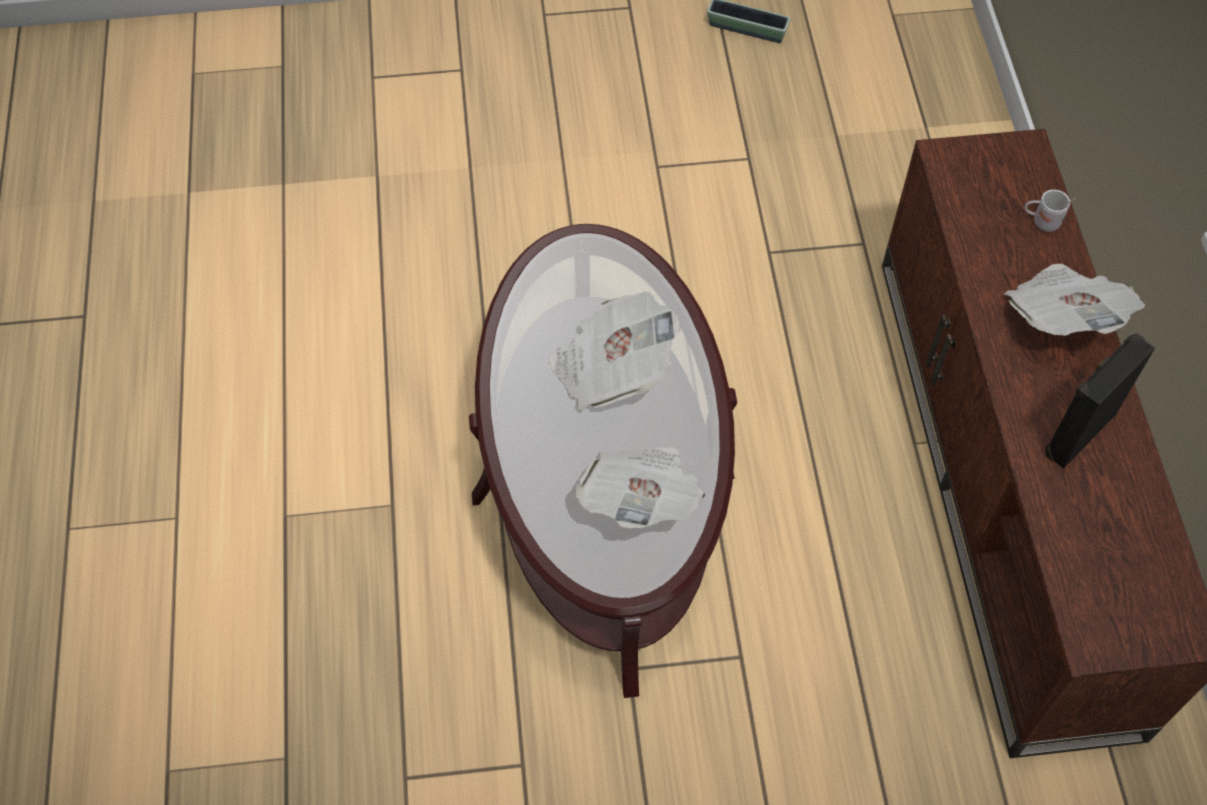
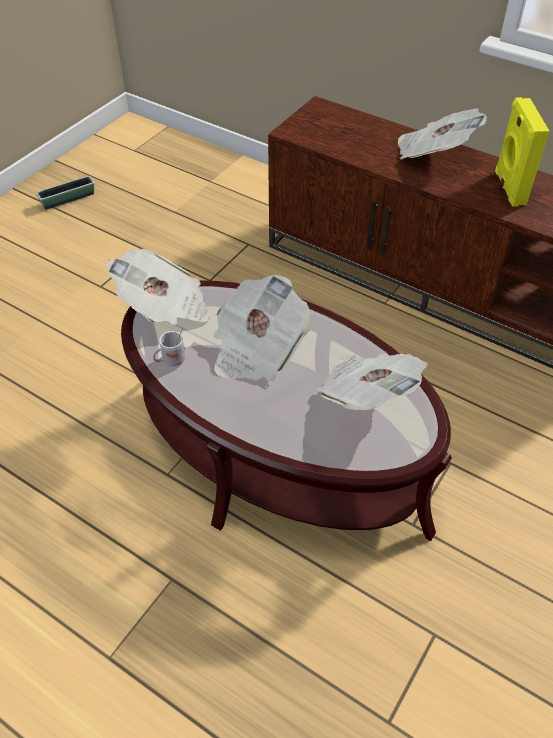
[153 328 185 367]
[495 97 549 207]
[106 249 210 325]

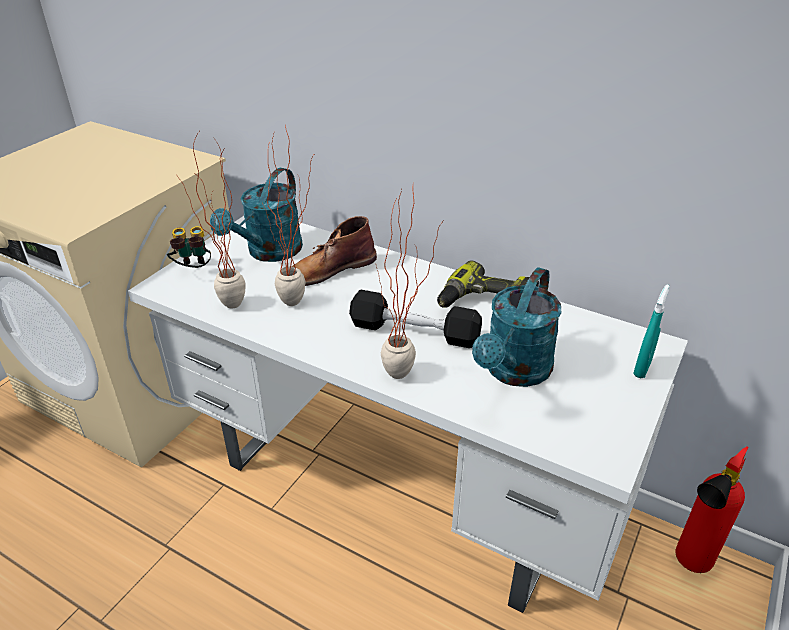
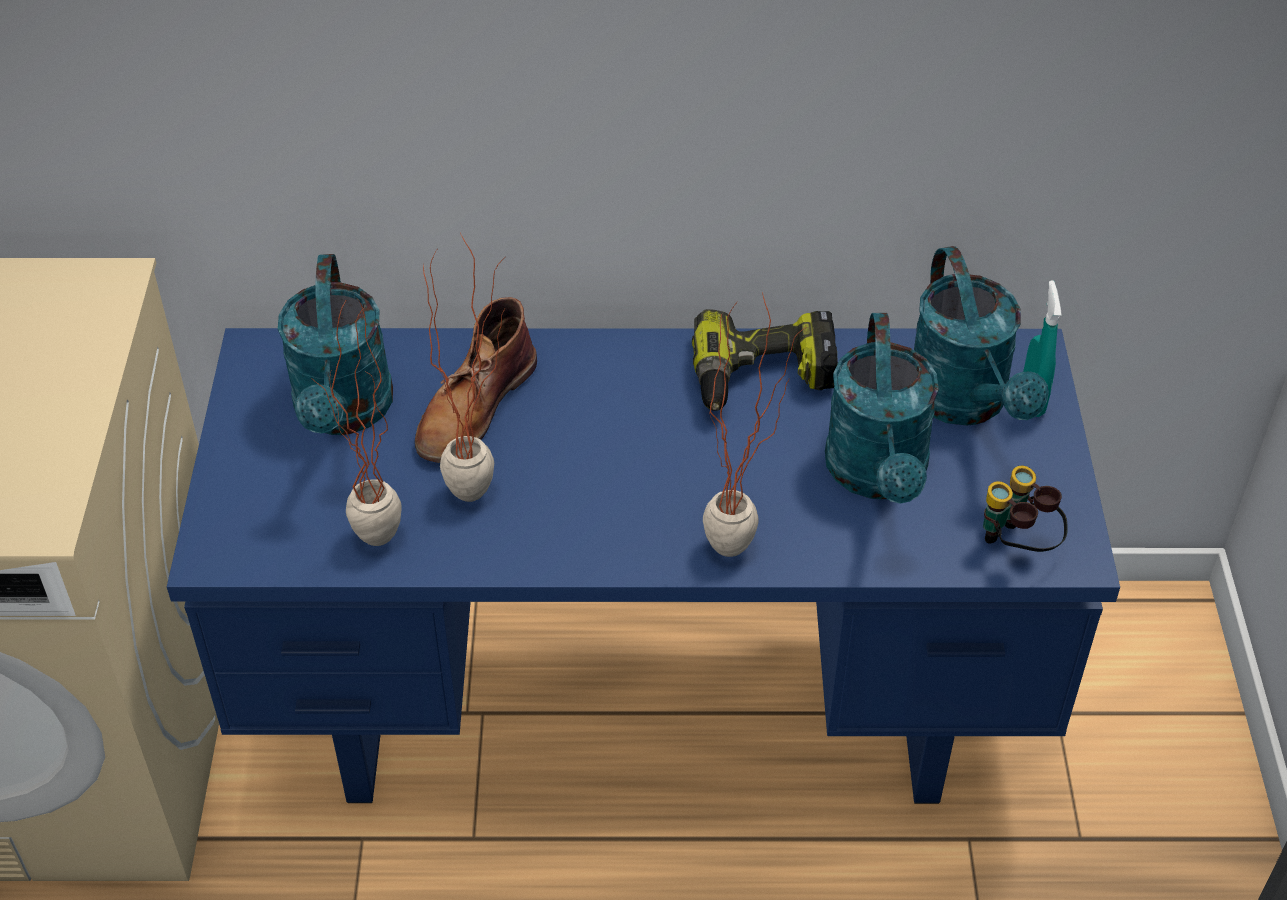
[167 328 1120 804]
[983 466 1068 552]
[349 289 482 348] (first image)
[676 446 748 573] (first image)
[914 246 1049 426]

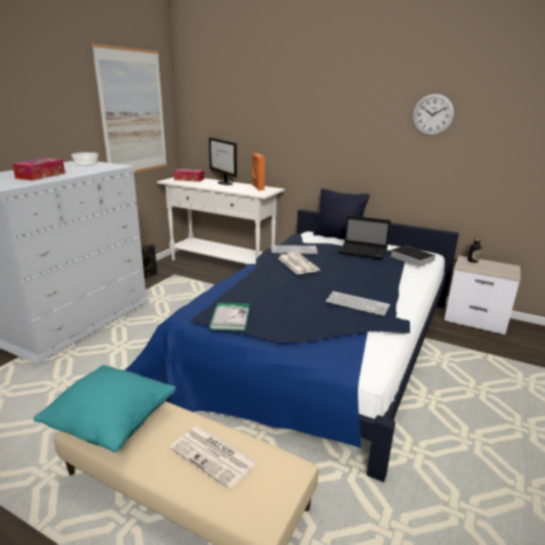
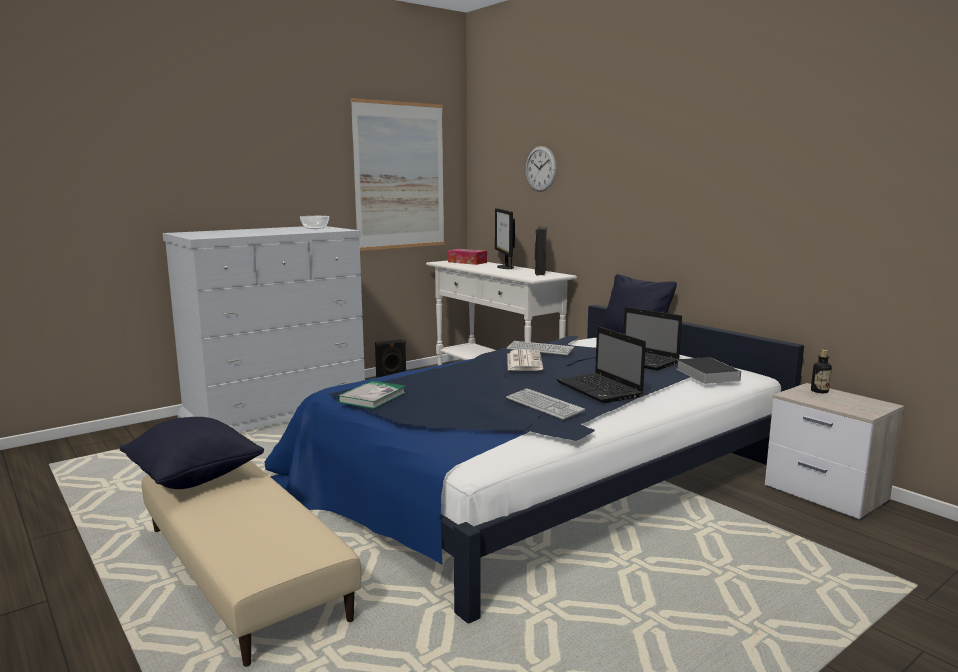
[12 158 65 180] (first image)
[120 417 264 489]
[170 426 258 489] (first image)
[535 226 547 276]
[525 146 556 192]
[556 326 646 403]

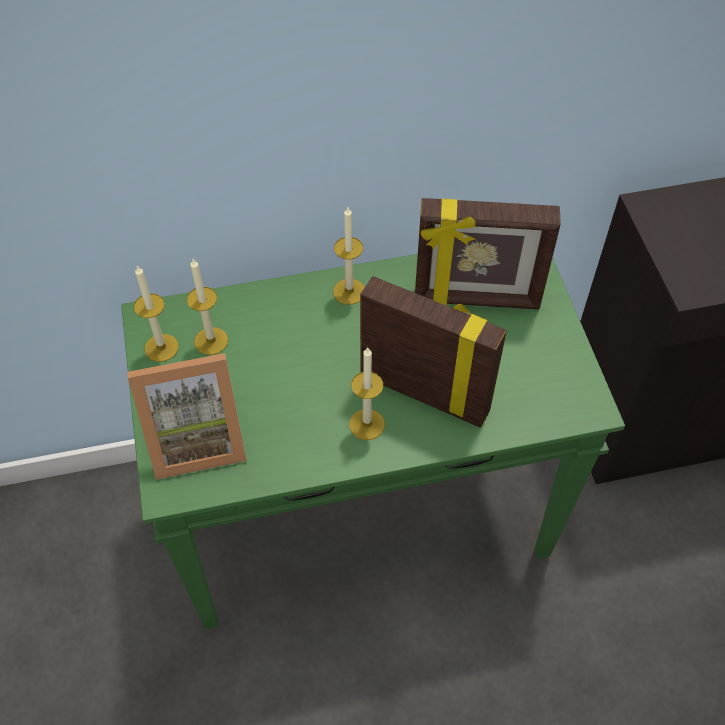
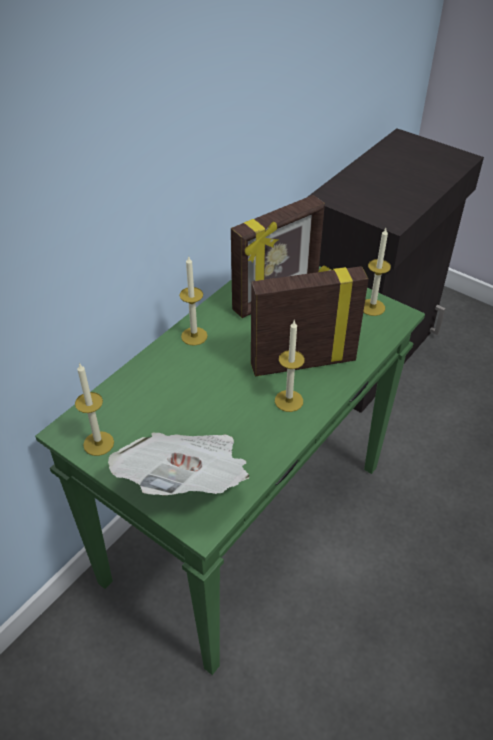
[108 432 250 495]
[363 228 391 316]

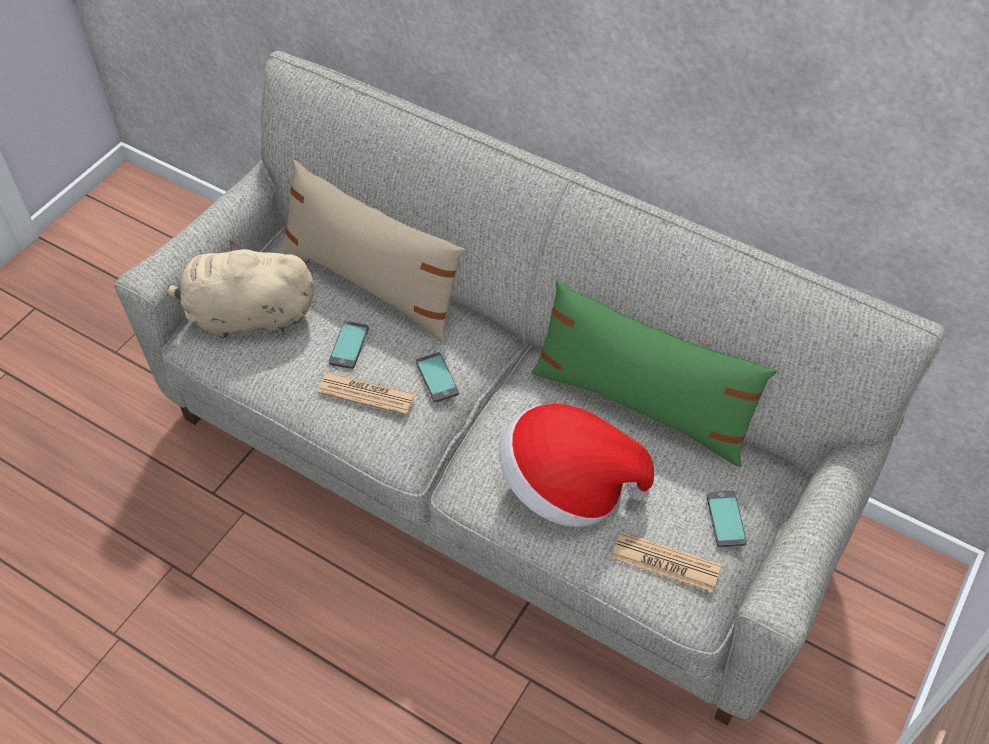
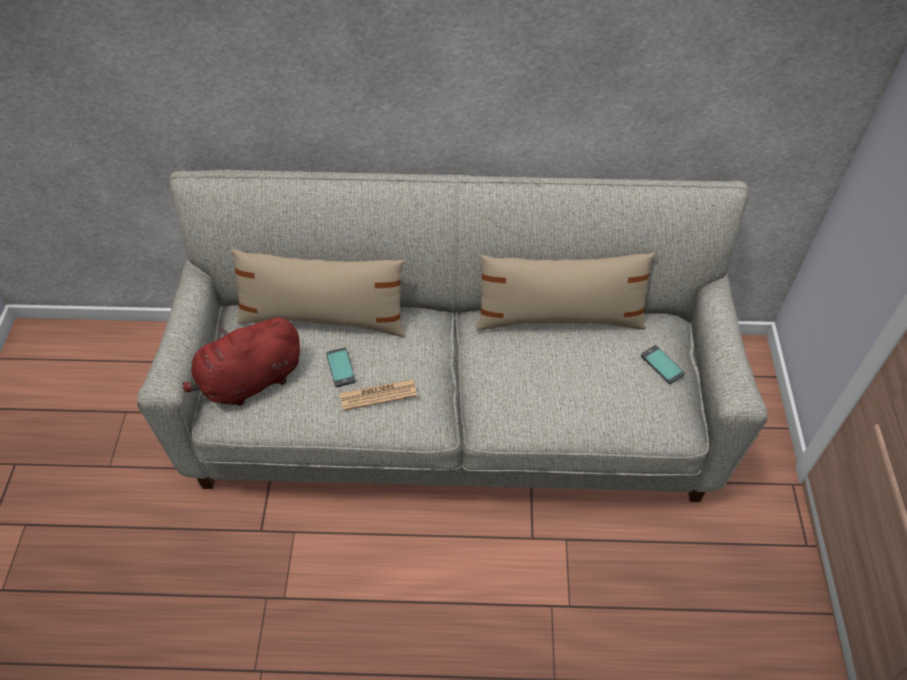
[182 316 300 406]
[416 352 459 402] (first image)
[499 404 654 527] (first image)
[476 253 656 331]
[611 531 721 592] (first image)

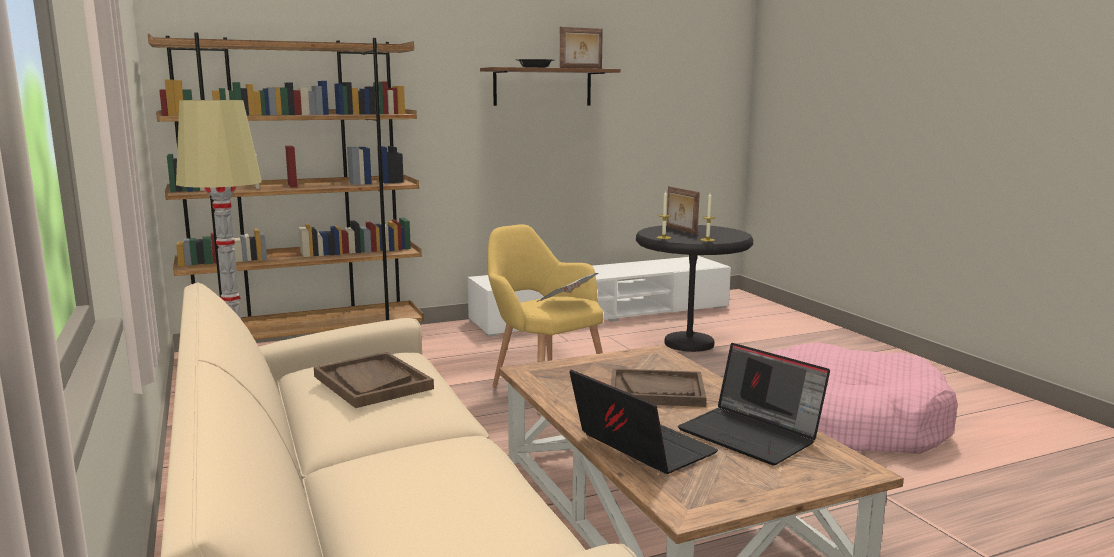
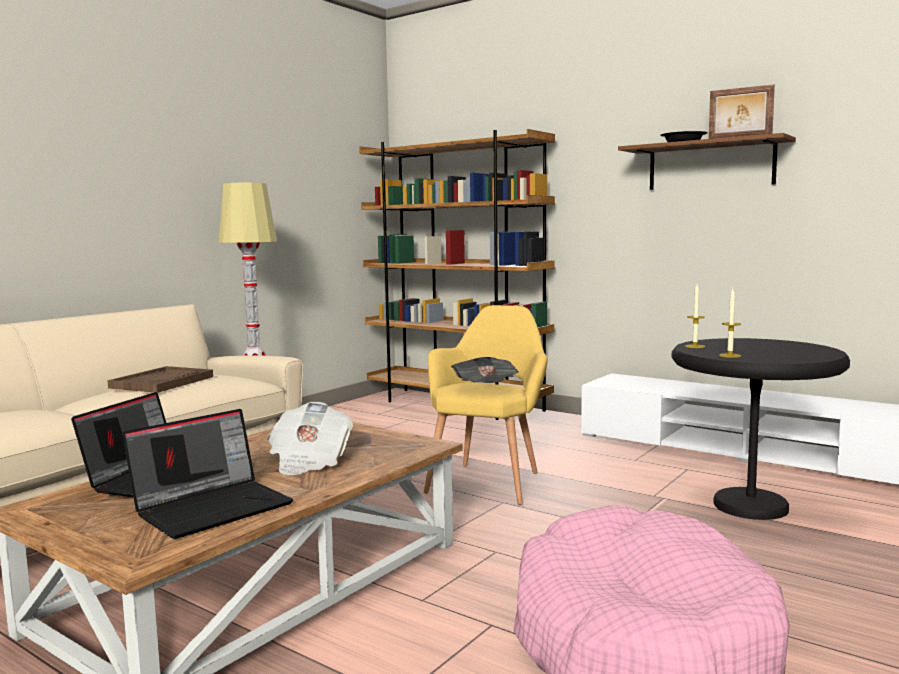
[267 402 353 475]
[667 186 700 235] (first image)
[122 409 293 539]

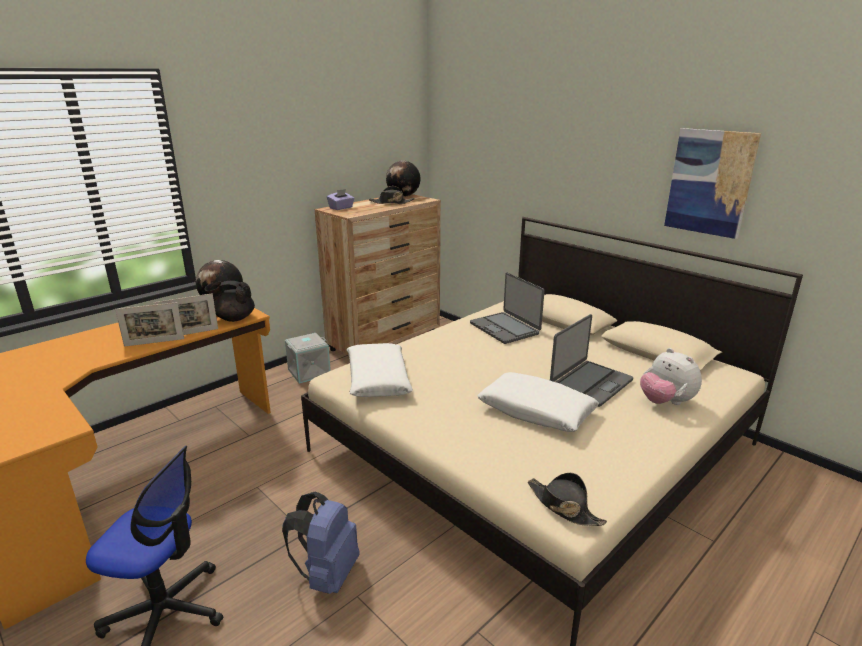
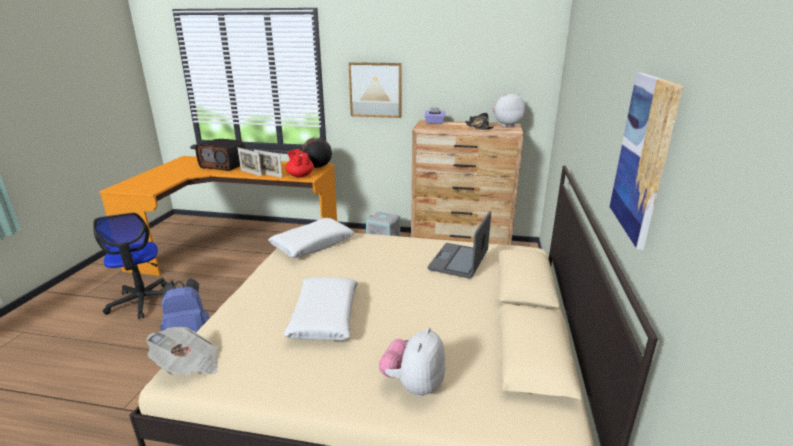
[286 149 314 178]
[493 93 525 127]
[146 327 218 376]
[550 314 633 407] (first image)
[195 139 245 171]
[348 62 402 118]

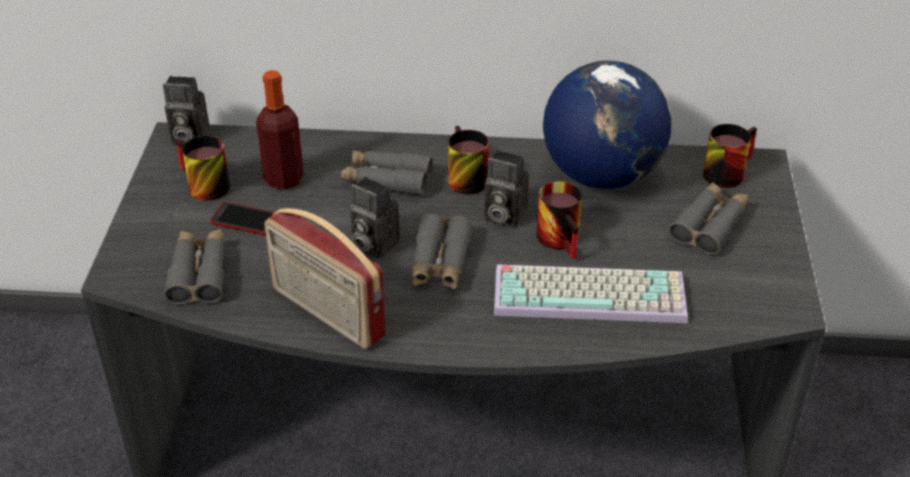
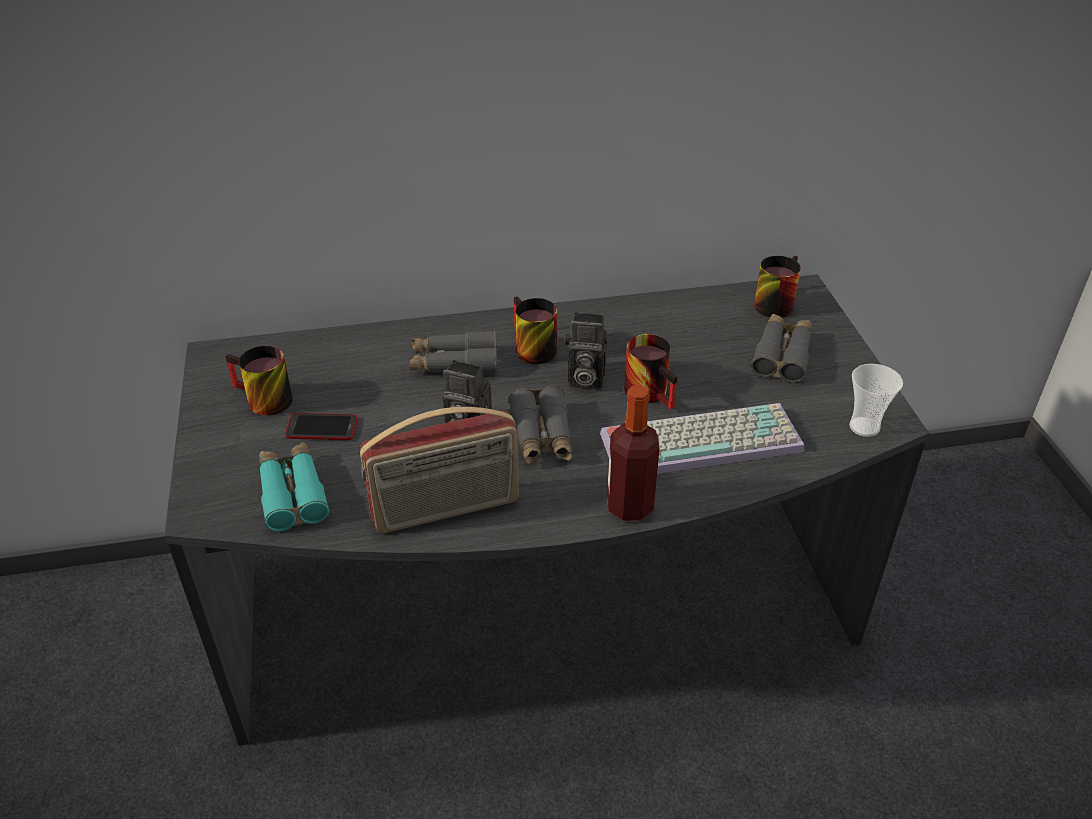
[163 76 210 145] (first image)
[259 442 330 532]
[607 385 660 521]
[360 407 519 534]
[543 61 671 189] (first image)
[849 364 903 437]

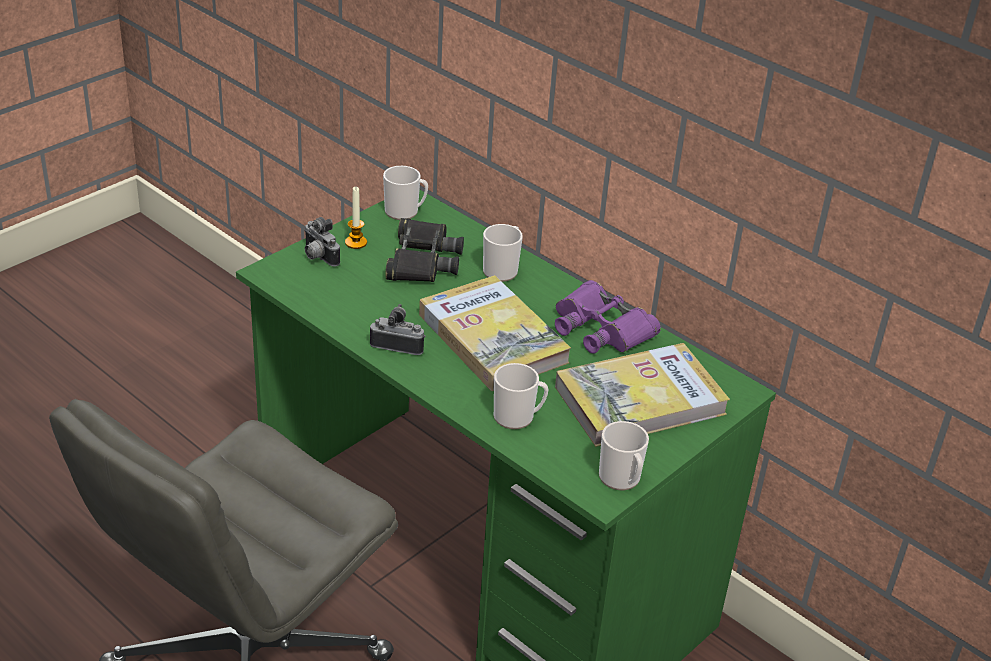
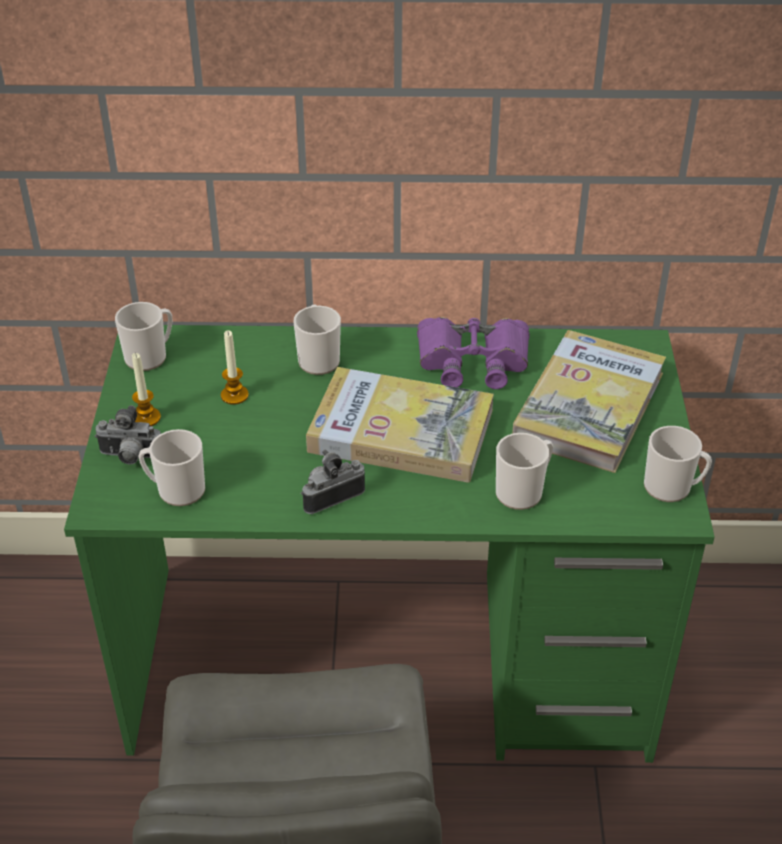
[221 330 249 405]
[139 429 205 506]

